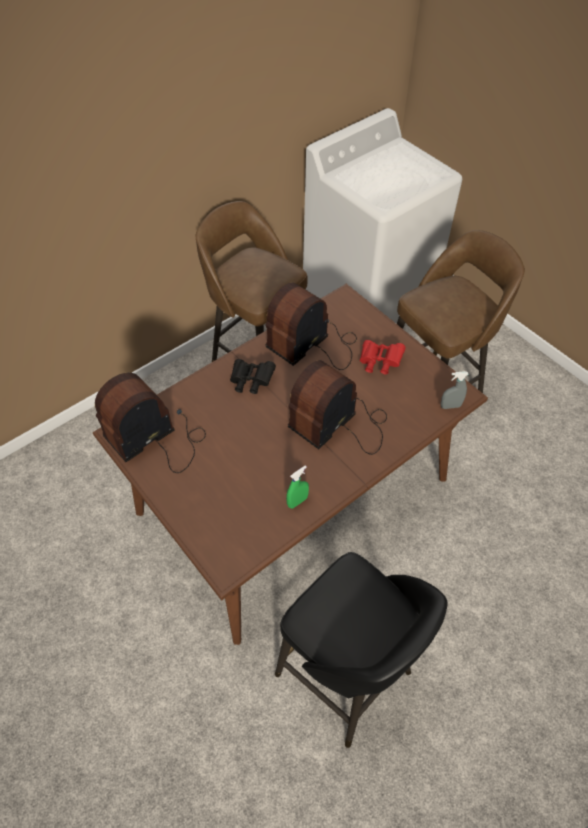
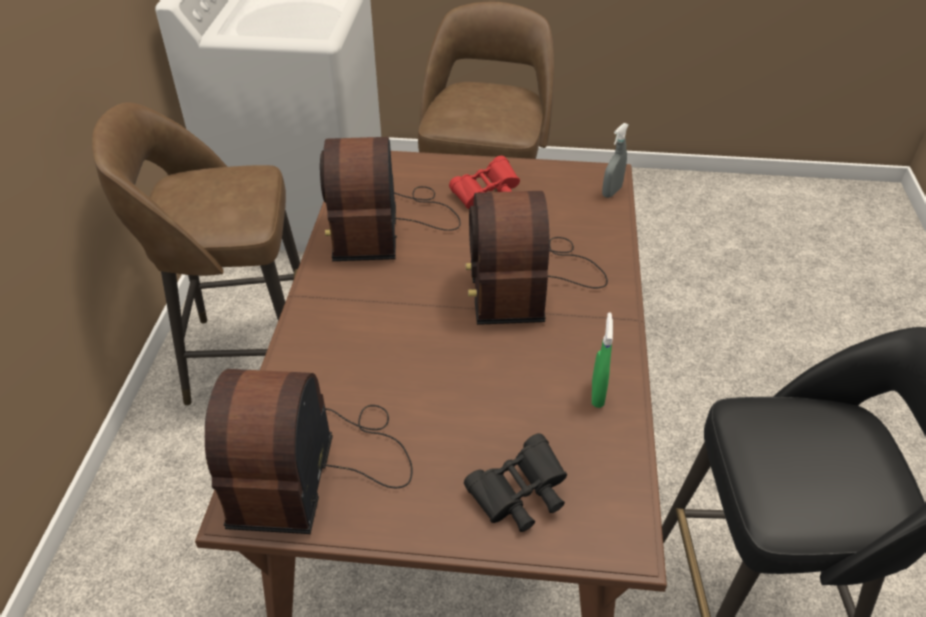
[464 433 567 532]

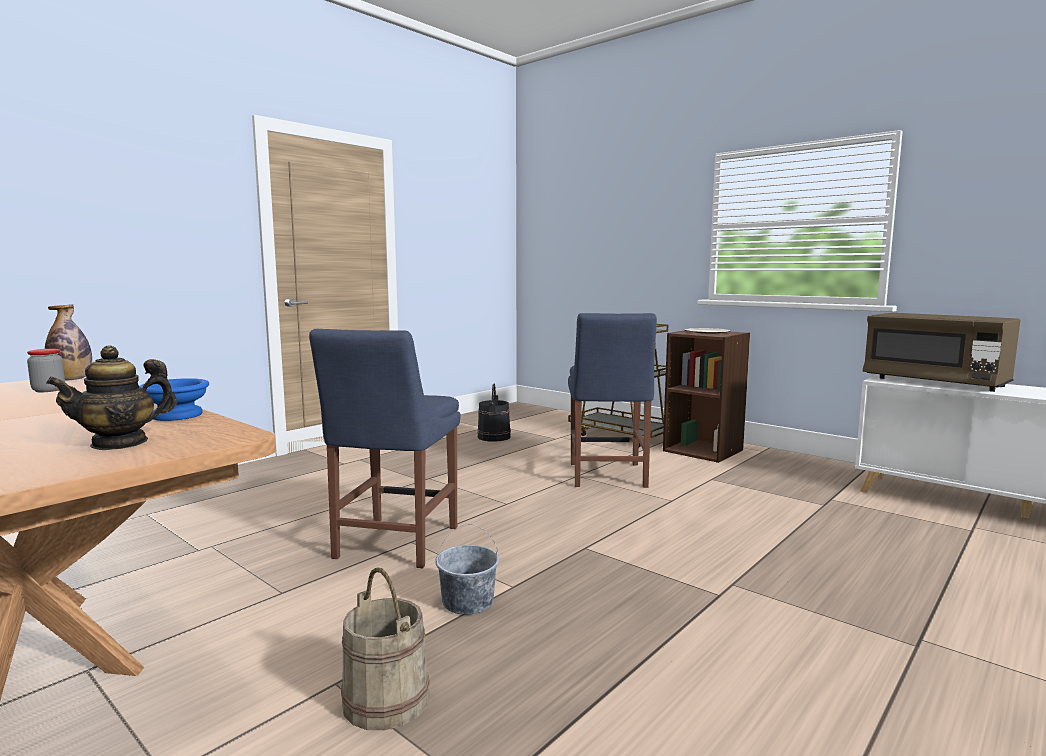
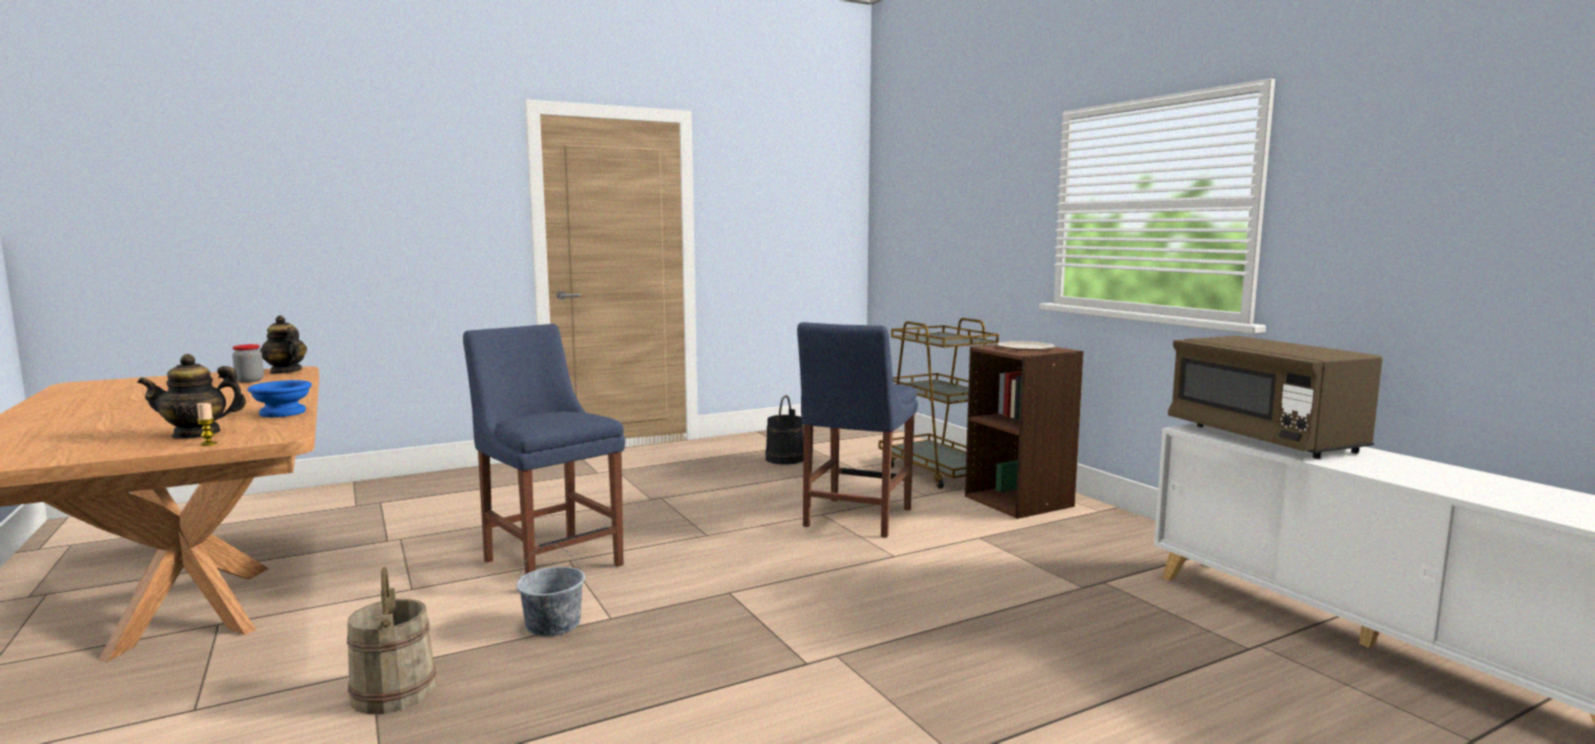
[260 316 307 374]
[463 324 625 574]
[197 403 217 446]

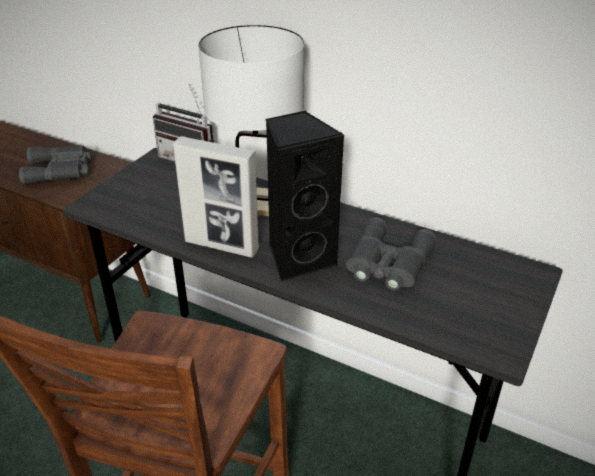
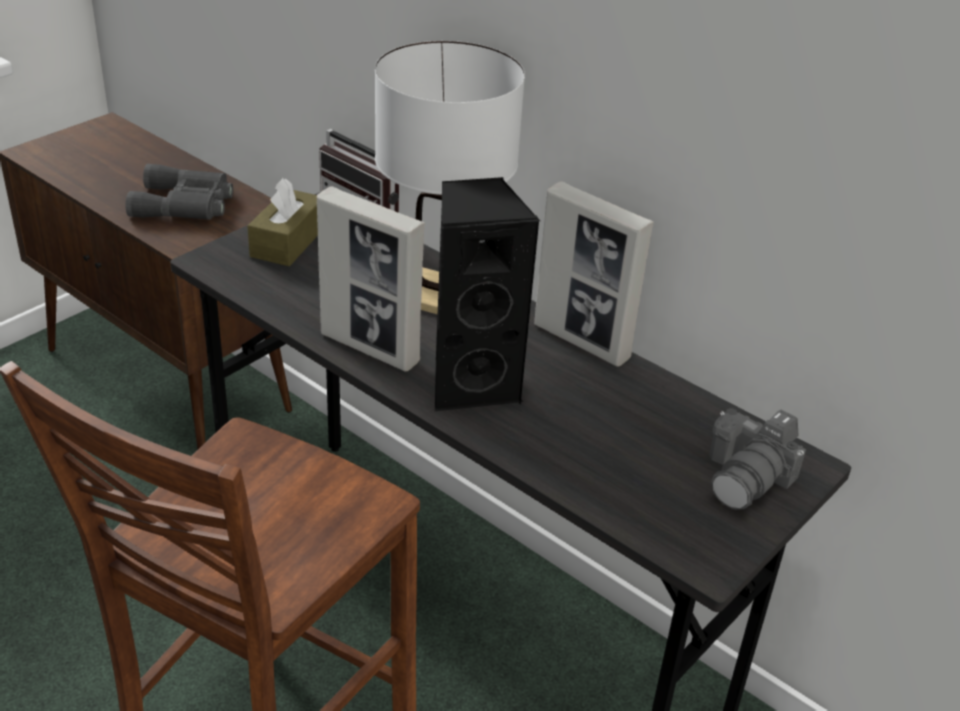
[346 217 437 291] (first image)
[247 178 318 266]
[534 181 654 367]
[709 408 806 510]

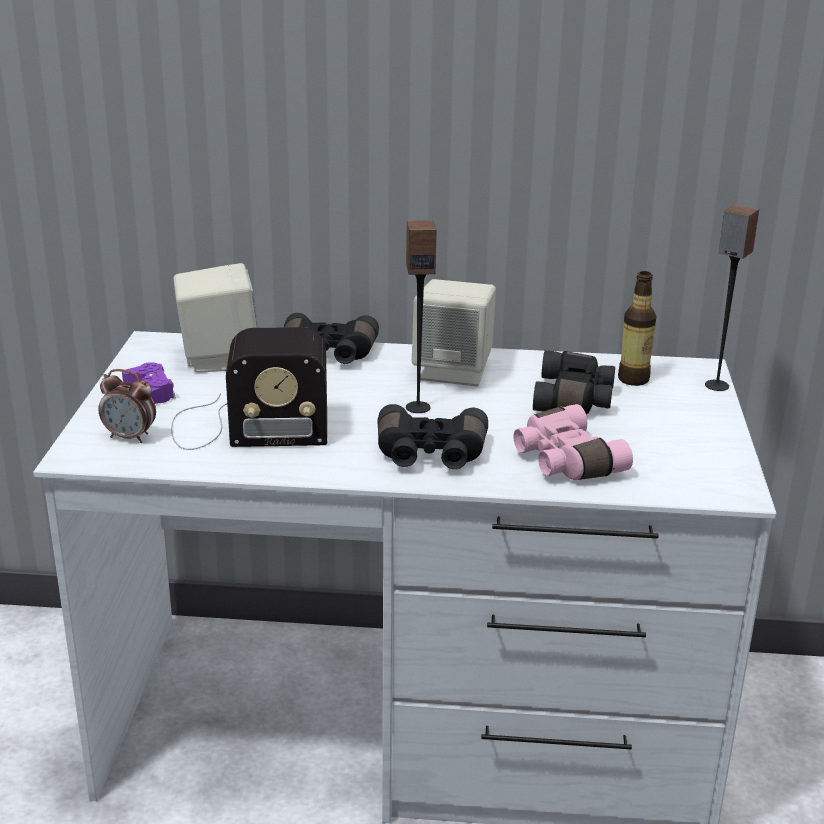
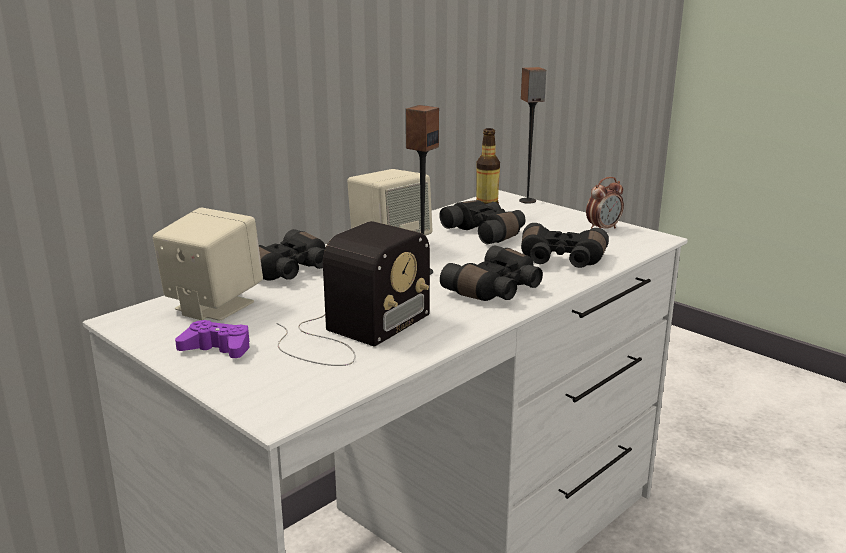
[586 177 624 229]
[521 223 609 268]

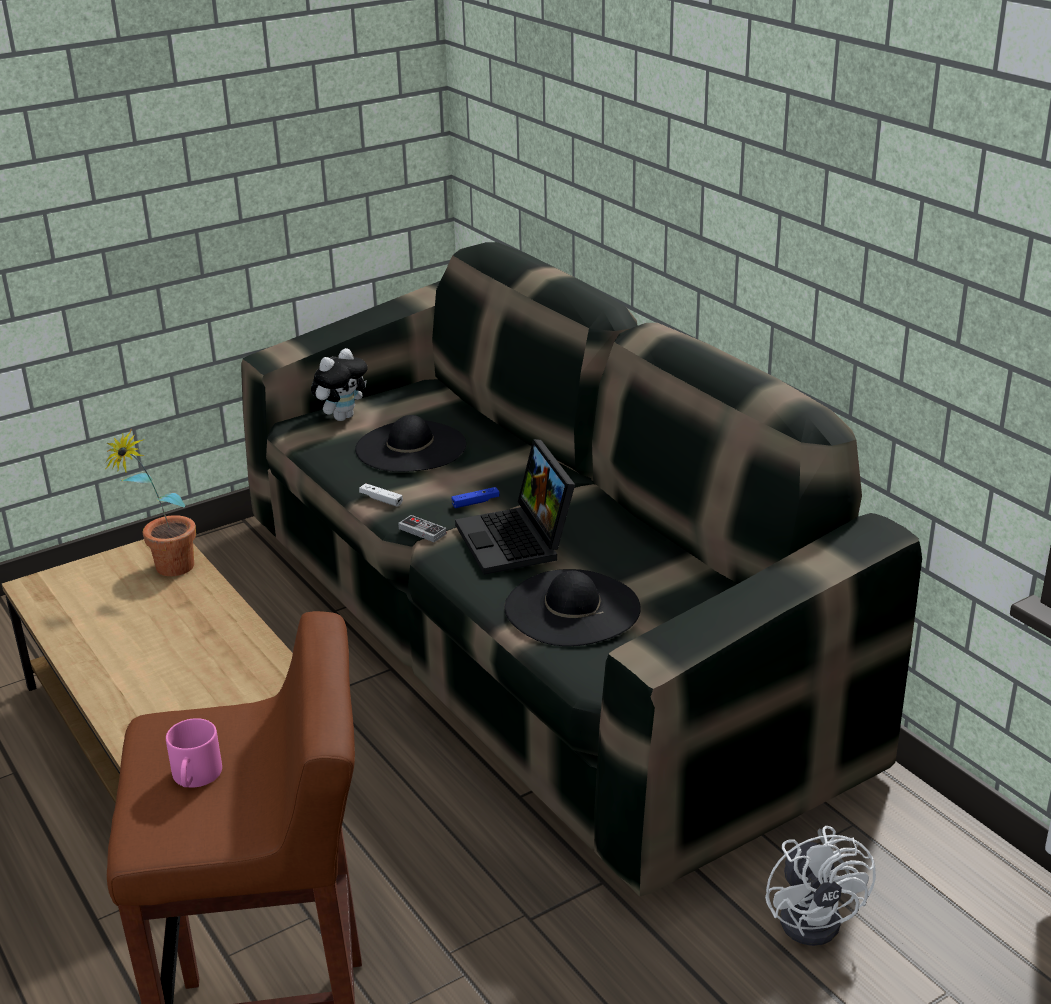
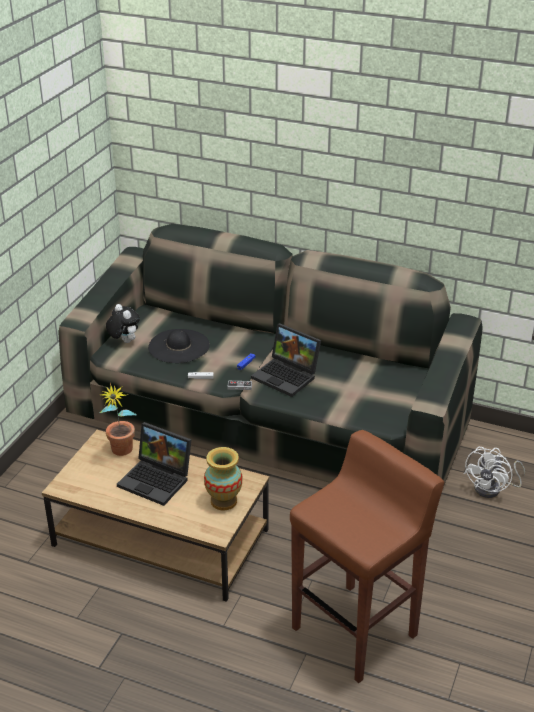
[166 718 222 787] (first image)
[106 304 140 343]
[504 569 641 646] (first image)
[464 447 525 498]
[117 422 192 506]
[204 447 242 510]

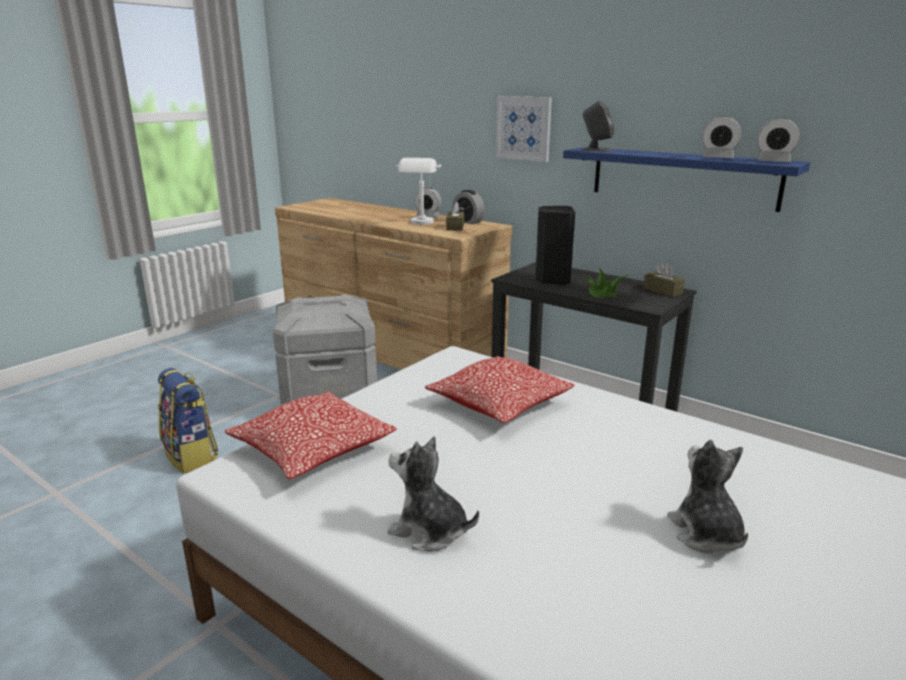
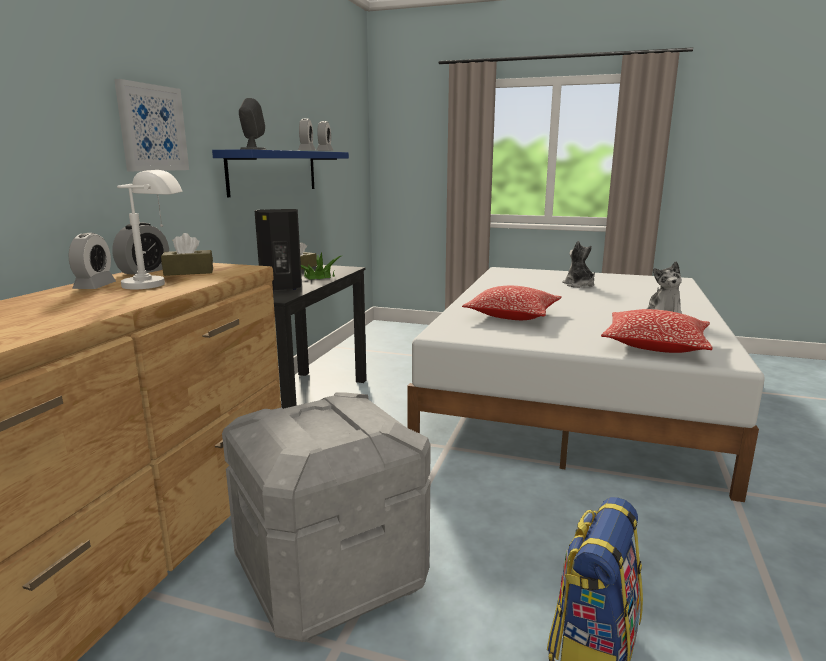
[562 241 595 288]

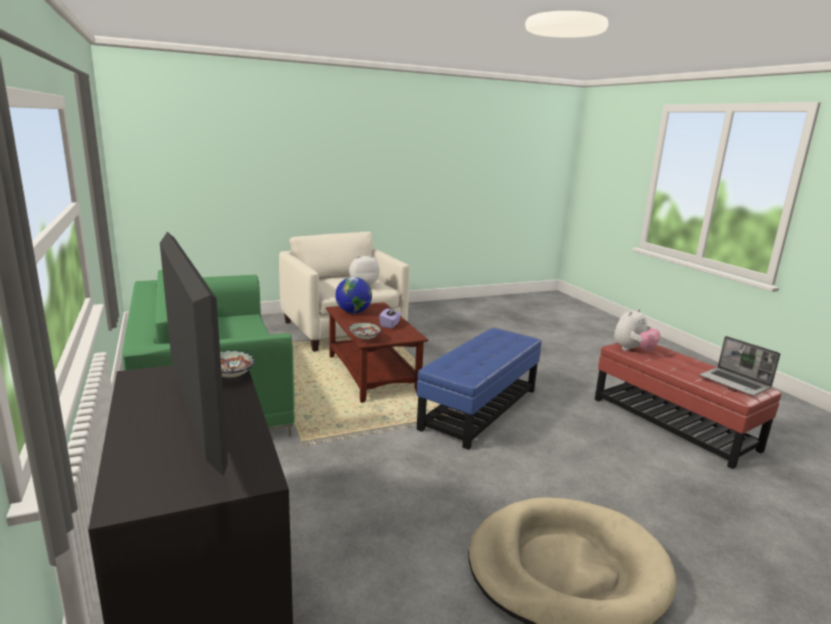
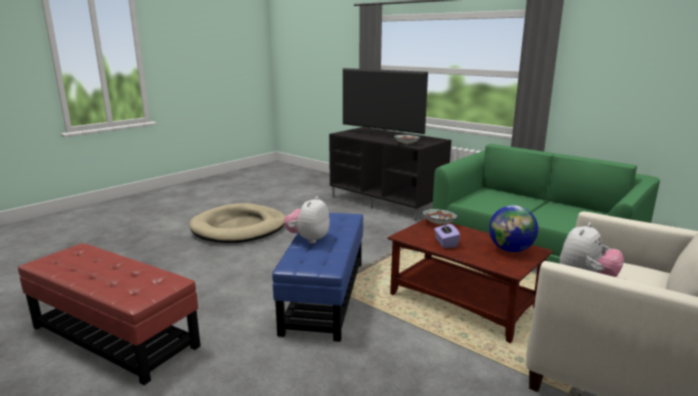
[284 196 330 244]
[699 336 780 396] (first image)

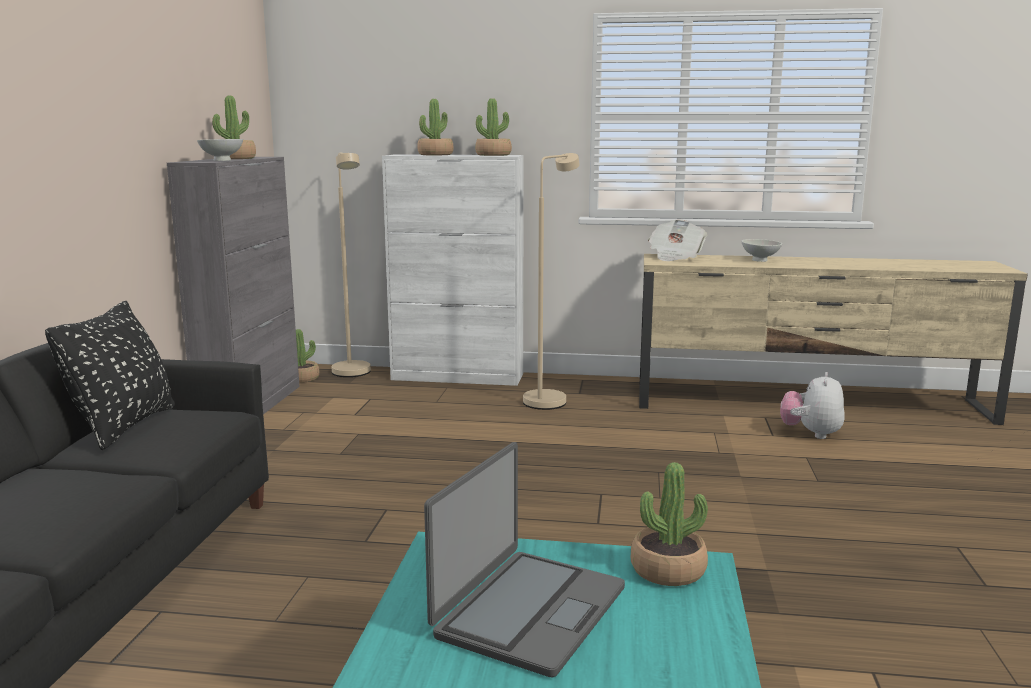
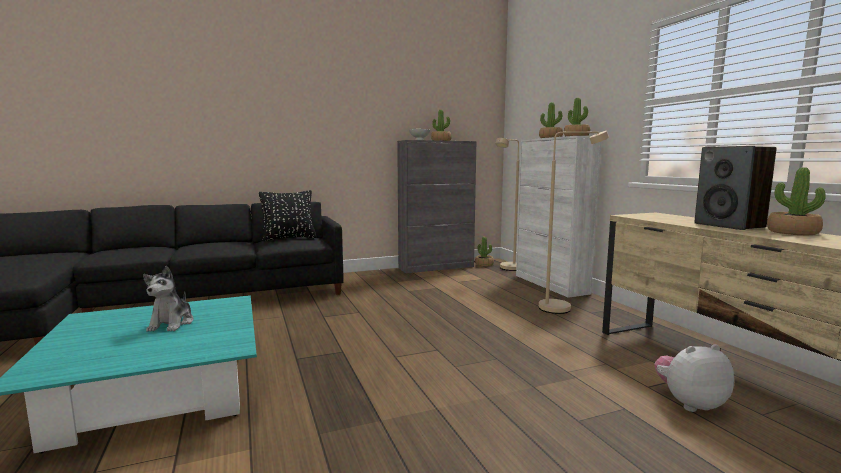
[143 266 194 332]
[767 168 826 235]
[648 219 707 261] (first image)
[694 146 777 230]

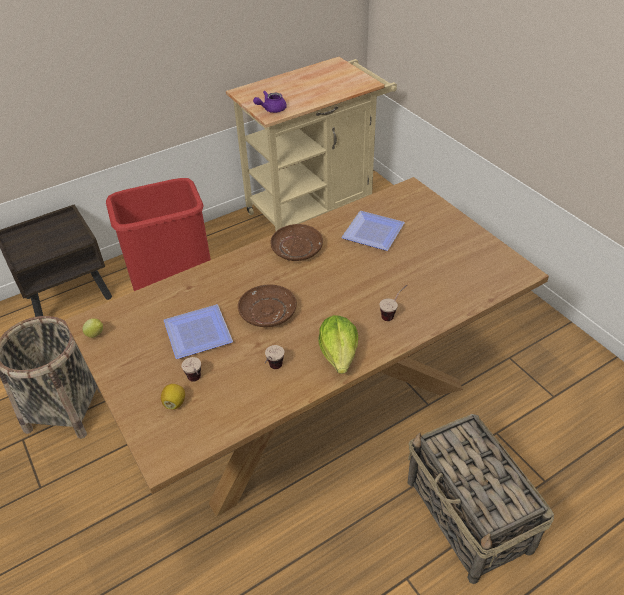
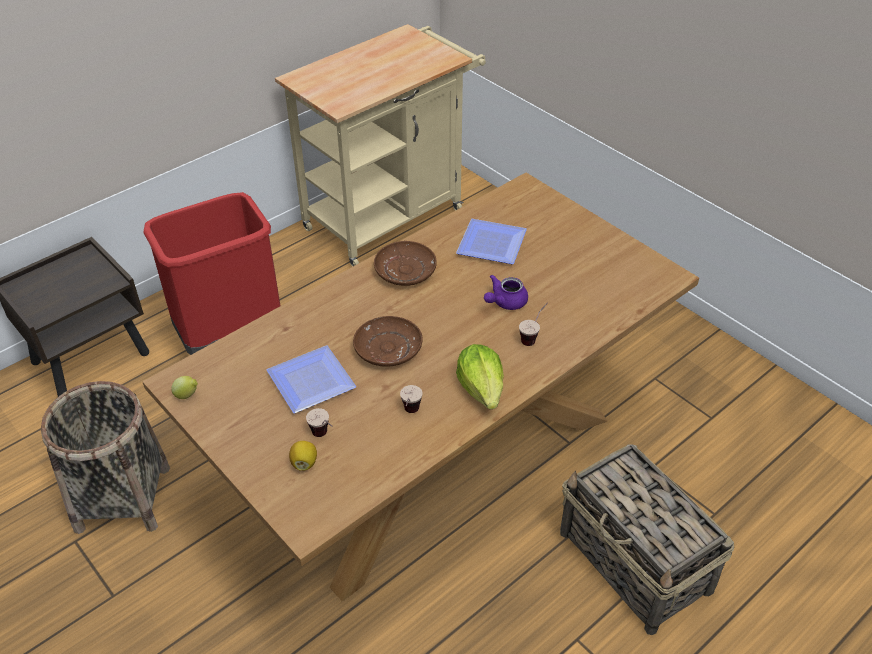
[484 275 528 310]

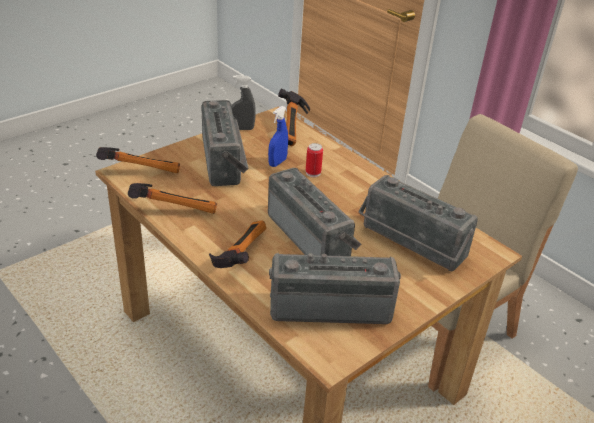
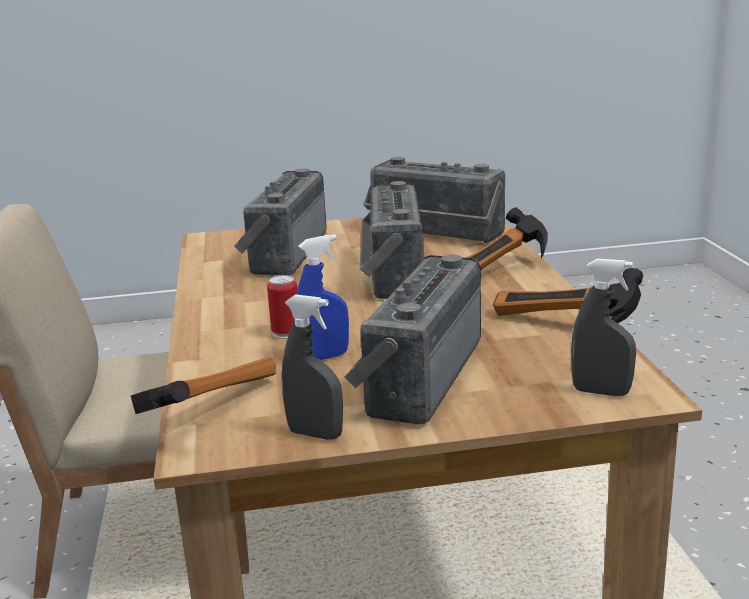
[571 259 636 396]
[234 169 327 275]

